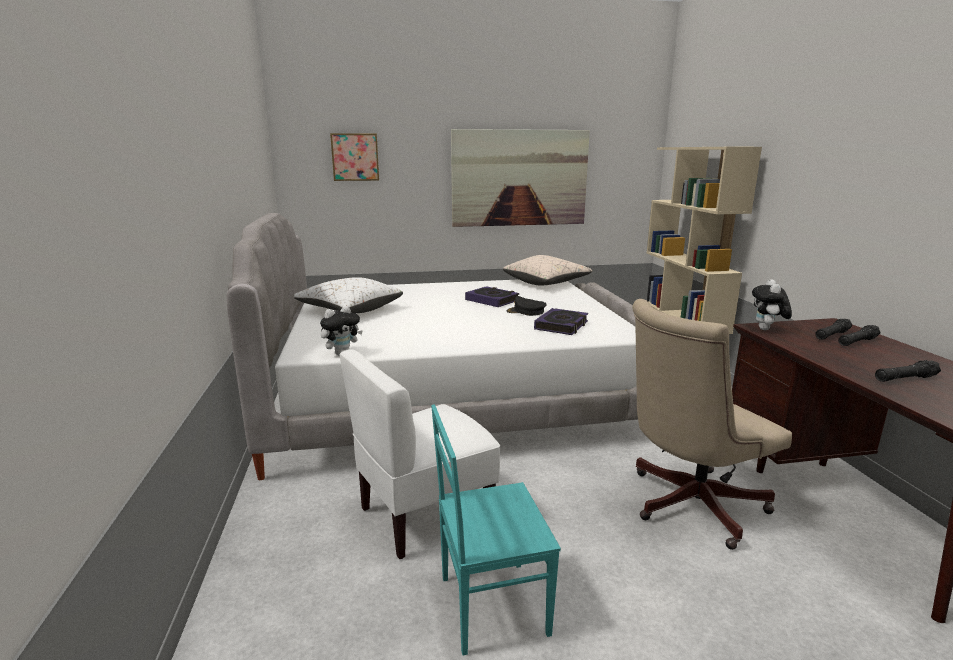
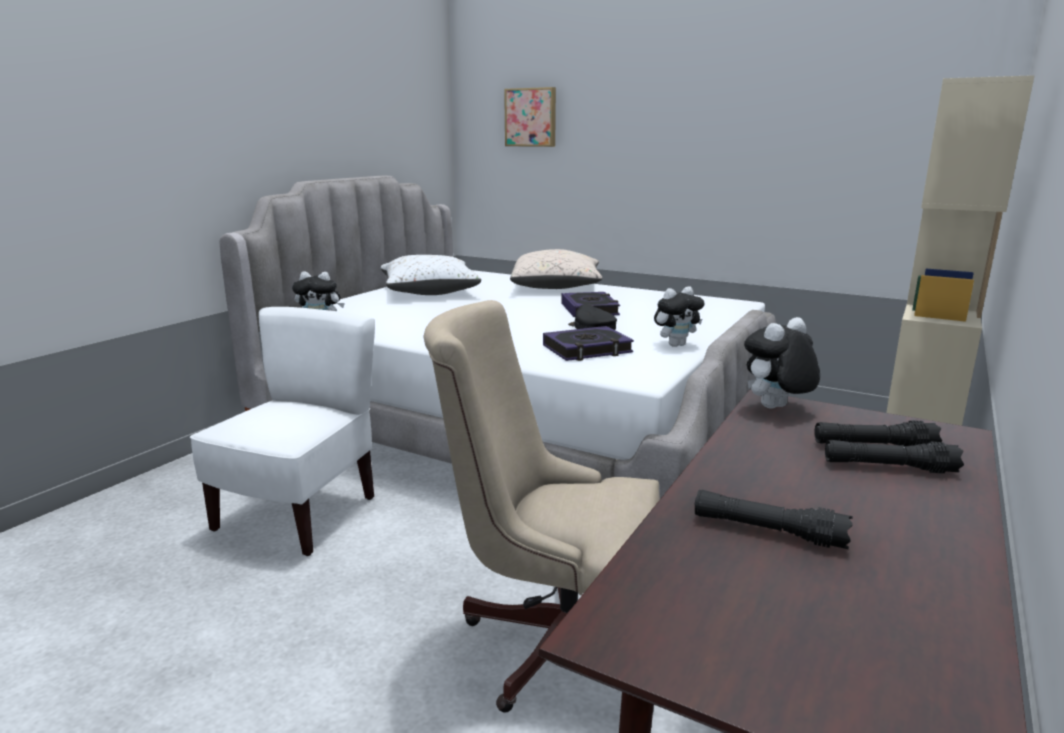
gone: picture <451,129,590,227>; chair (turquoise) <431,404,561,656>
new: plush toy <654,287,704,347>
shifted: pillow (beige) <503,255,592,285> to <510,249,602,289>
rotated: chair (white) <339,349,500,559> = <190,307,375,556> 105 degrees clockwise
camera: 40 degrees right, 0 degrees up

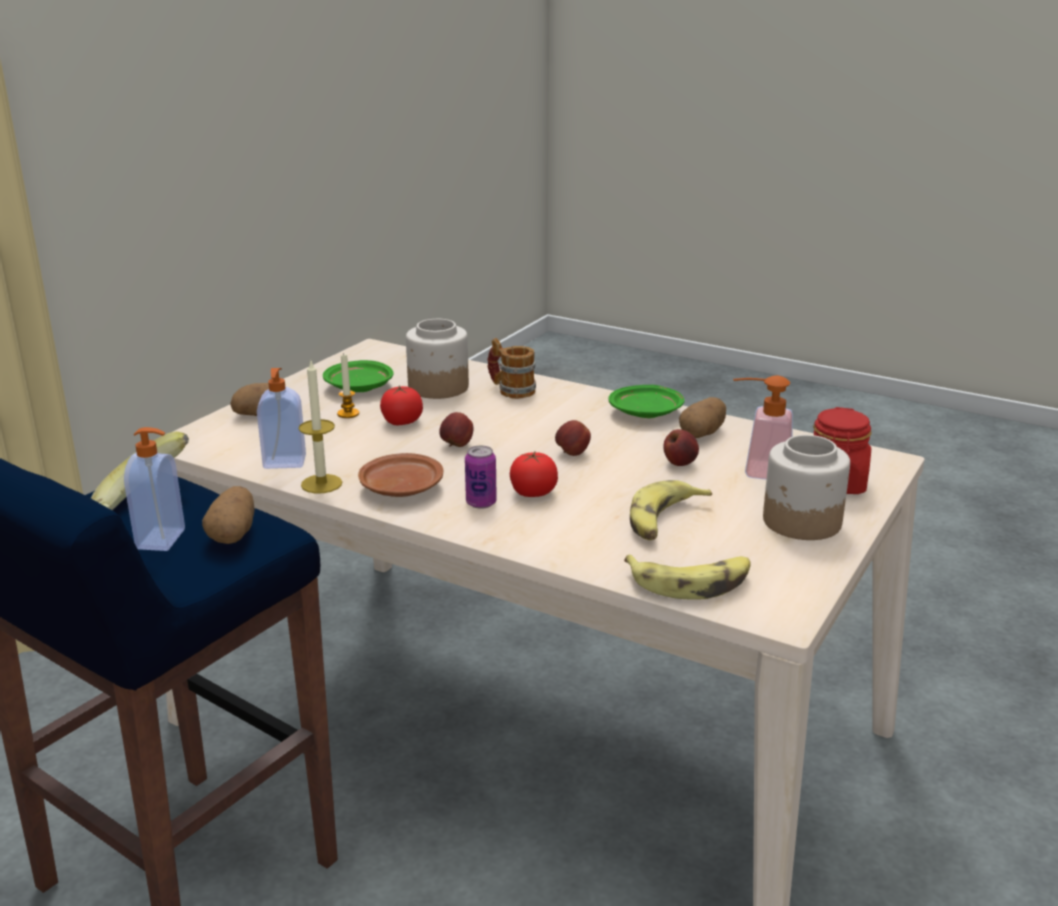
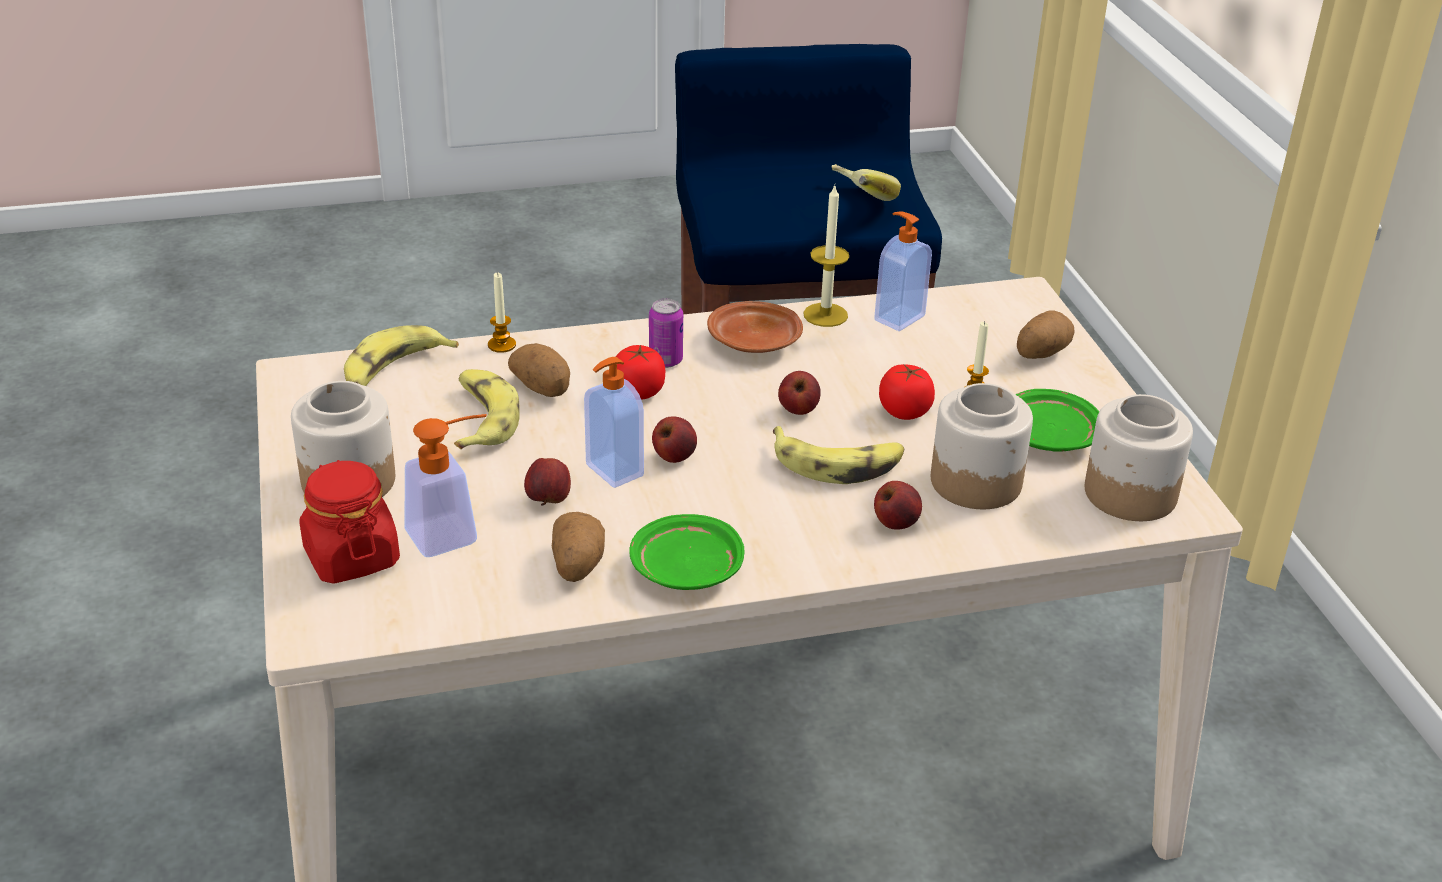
new: candle <488,272,516,353>; jar <1085,394,1193,521>; banana <773,426,904,484>
shifted: soap dispenser <124,427,185,551> to <584,357,644,488>; potato <202,486,255,544> to <508,343,570,397>
swapped: mug <487,338,536,399> to apple <874,481,922,530>
camera: 135 degrees right, 10 degrees up

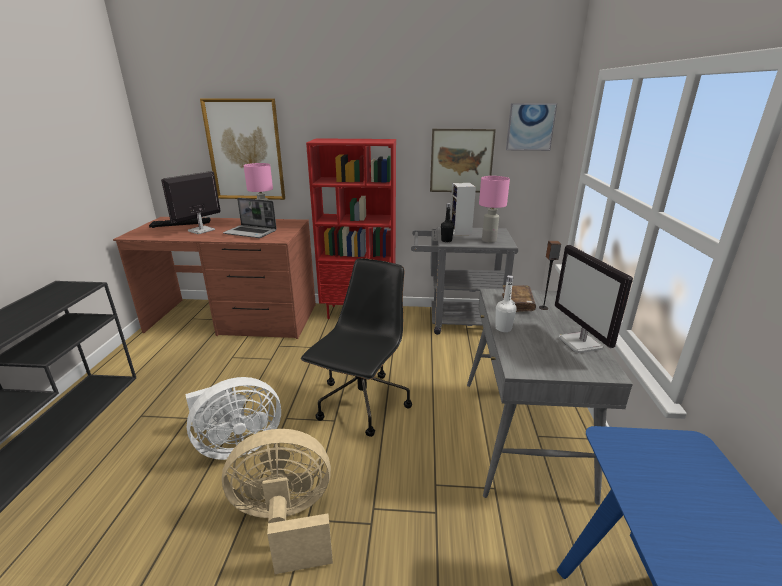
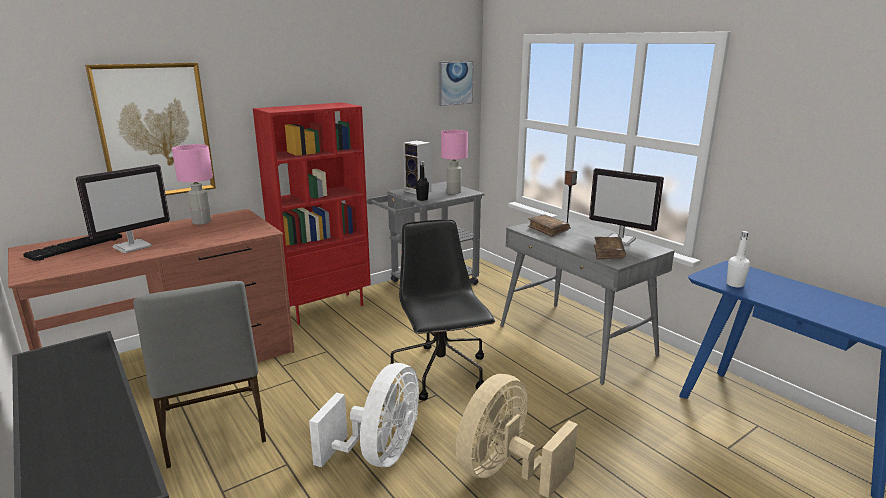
gone: picture <430,129,496,193>; laptop <223,198,277,238>
new: book (brown) <594,237,626,260>; chair (grey) <133,281,266,468>
shifted: bottle (white) <495,275,517,332> to <727,231,750,287>
rotated: monitor <161,171,221,234> = <76,164,170,253> 135 degrees counterclockwise
camera: 40 degrees left, 5 degrees down

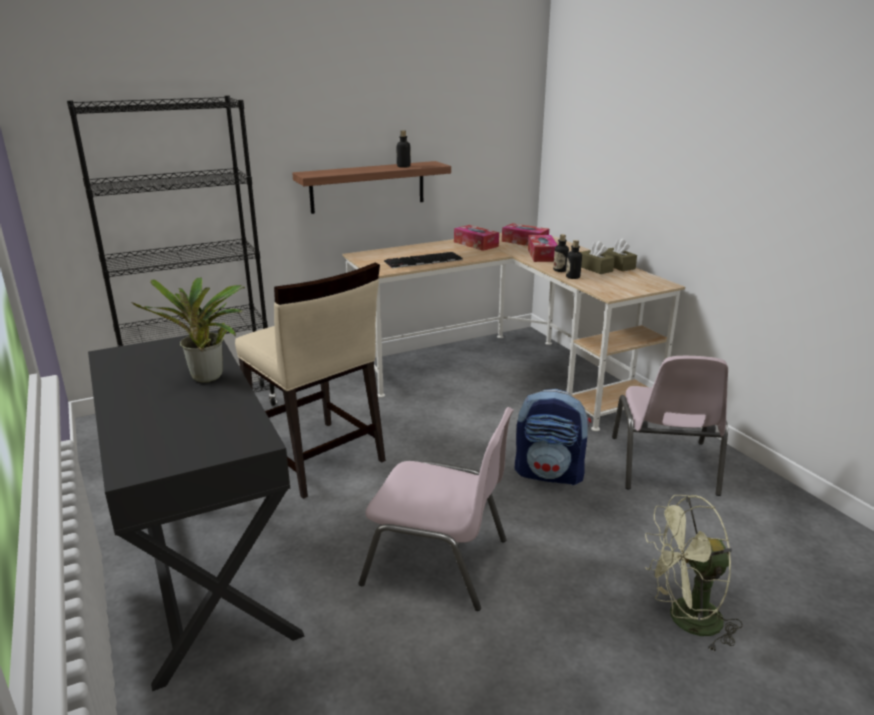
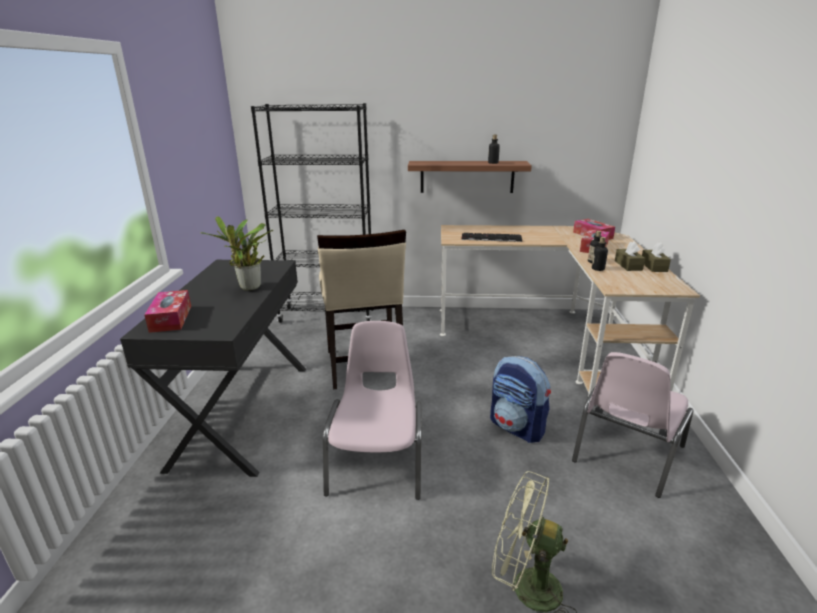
shifted: tissue box <454,225,499,251> to <144,290,191,333>
rotated: chair (pink) <359,407,514,611> = <323,321,422,500> 135 degrees counterclockwise
camera: 30 degrees right, 0 degrees up

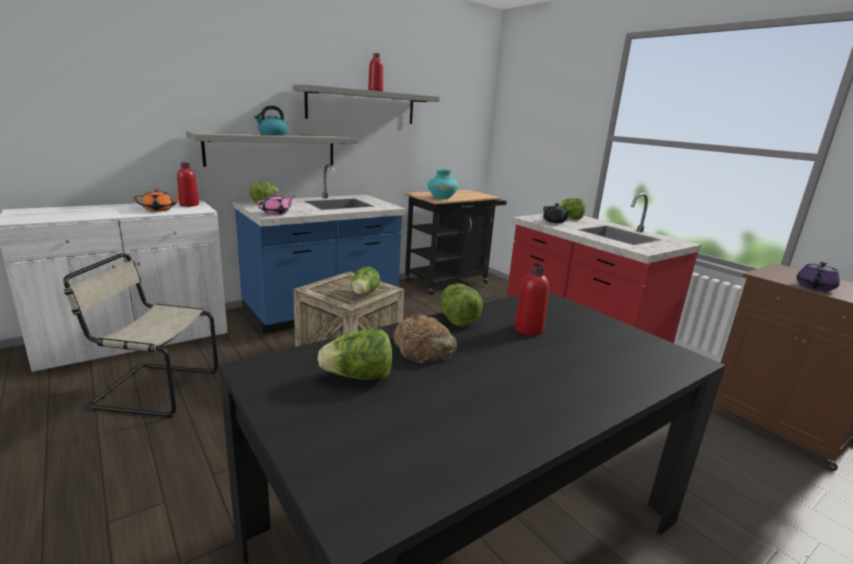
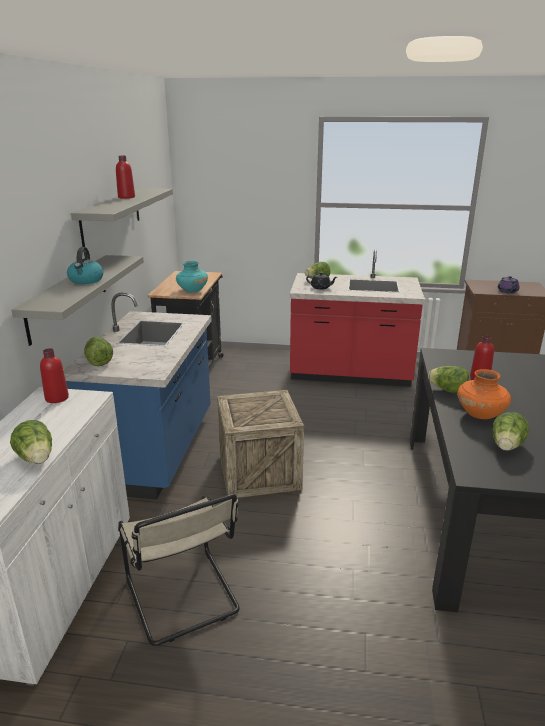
gone: teapot (orange) <133,188,183,212>; teapot (pink) <257,193,295,215>
shifted: lettuce <351,267,380,295> to <10,420,52,464>
swapped: bread <393,313,457,363> to vase (orange) <458,369,511,419>
rotated: chair (beige) <63,253,218,418> = <118,494,240,646> 75 degrees counterclockwise
camera: 45 degrees left, 5 degrees up

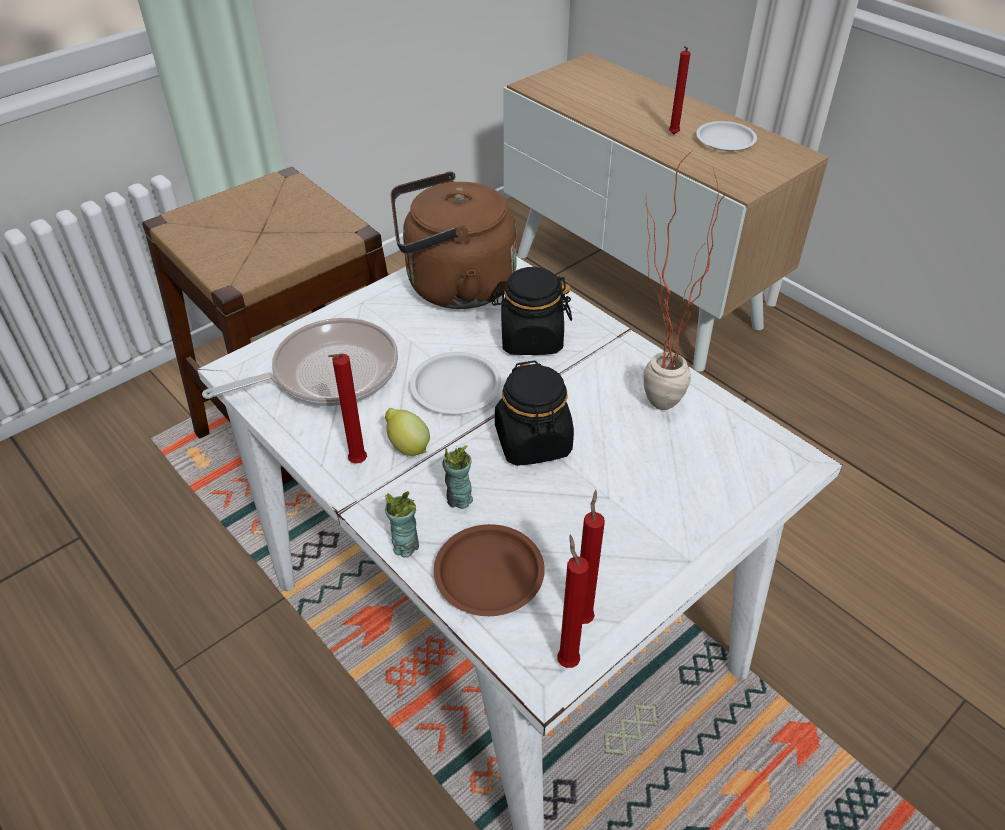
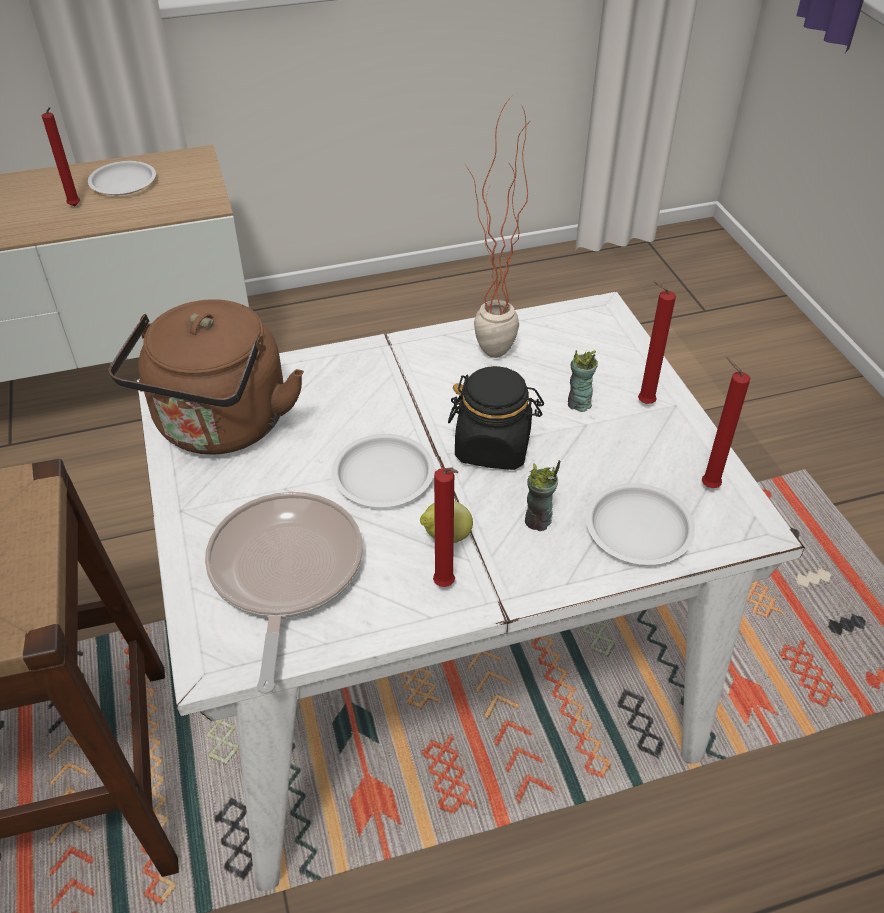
gone: jar (black) <491,267,572,355>
shifted: cup <385,491,419,558> to <568,350,598,412>; candle (red) <557,535,589,668> to <638,281,676,404>
repainted: plate (brown) <434,524,545,616> to plate (white) <586,483,695,565>
camera: 65 degrees left, 0 degrees up

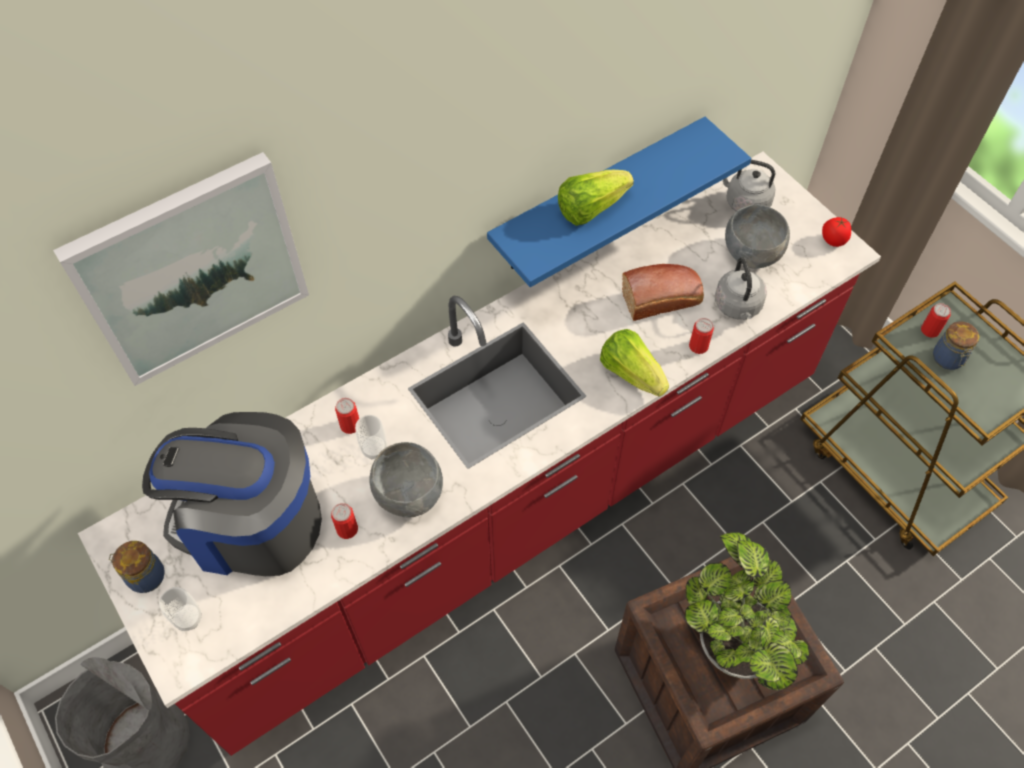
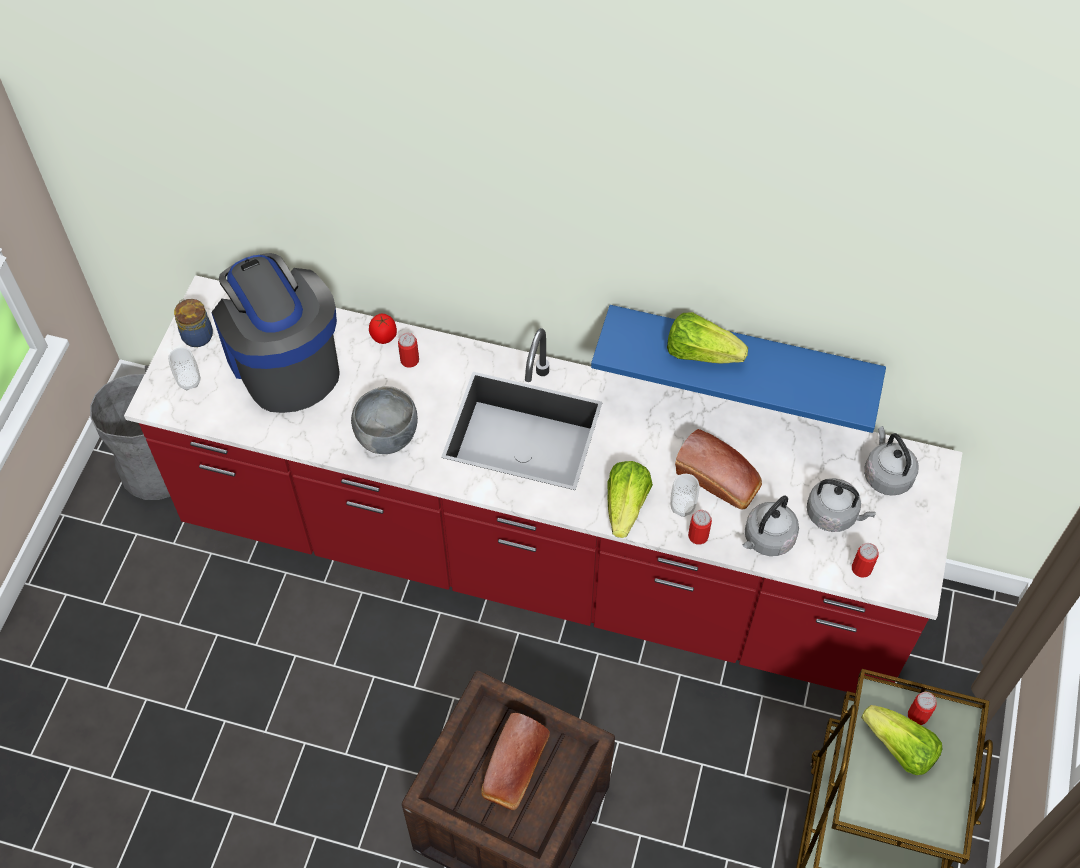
gone: picture <53,152,309,386>
shifted: tomato <822,217,851,247> to <369,314,397,344>; cup <355,415,387,459> to <670,474,699,517>; can <331,503,358,539> to <852,543,879,578>
swapped: bowl (grey) <725,204,790,269> to kettle (grey) <807,478,876,532>; jar <933,321,979,370> to lettuce <861,705,942,775>; potted plant <685,533,810,690> to bread <481,713,550,810>
camera: 50 degrees right, 0 degrees up

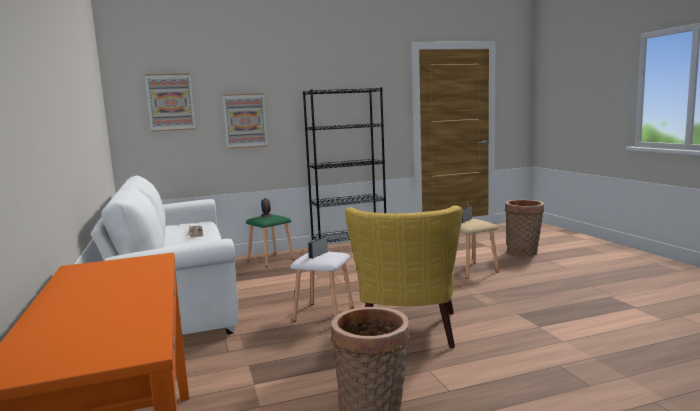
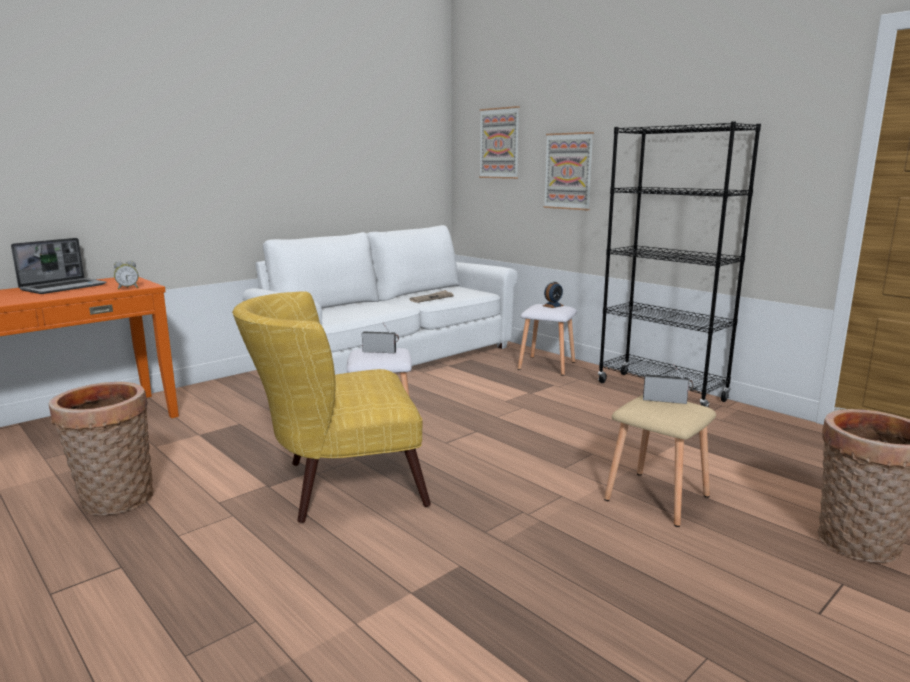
new: laptop <11,238,107,294>; alarm clock <114,261,139,290>
repainted: stool (green) <246,214,295,267> to stool (white) <518,304,577,376>
camera: 65 degrees right, 5 degrees up

